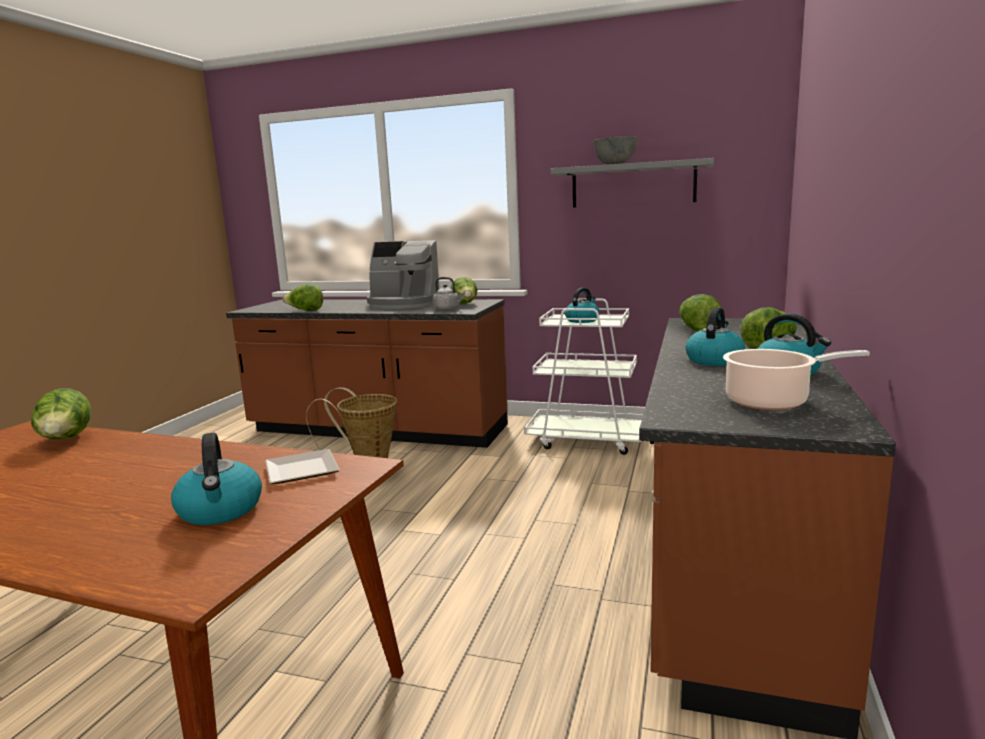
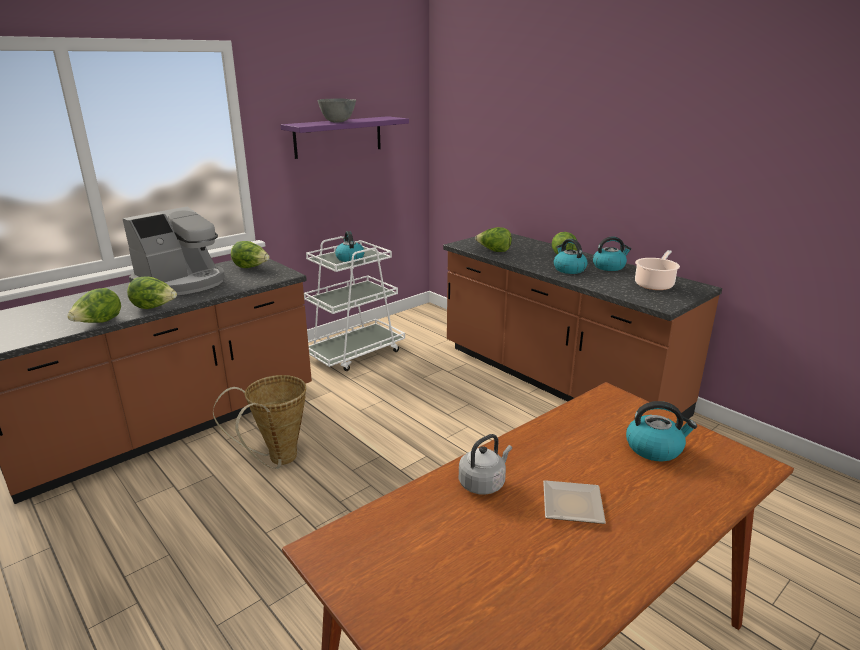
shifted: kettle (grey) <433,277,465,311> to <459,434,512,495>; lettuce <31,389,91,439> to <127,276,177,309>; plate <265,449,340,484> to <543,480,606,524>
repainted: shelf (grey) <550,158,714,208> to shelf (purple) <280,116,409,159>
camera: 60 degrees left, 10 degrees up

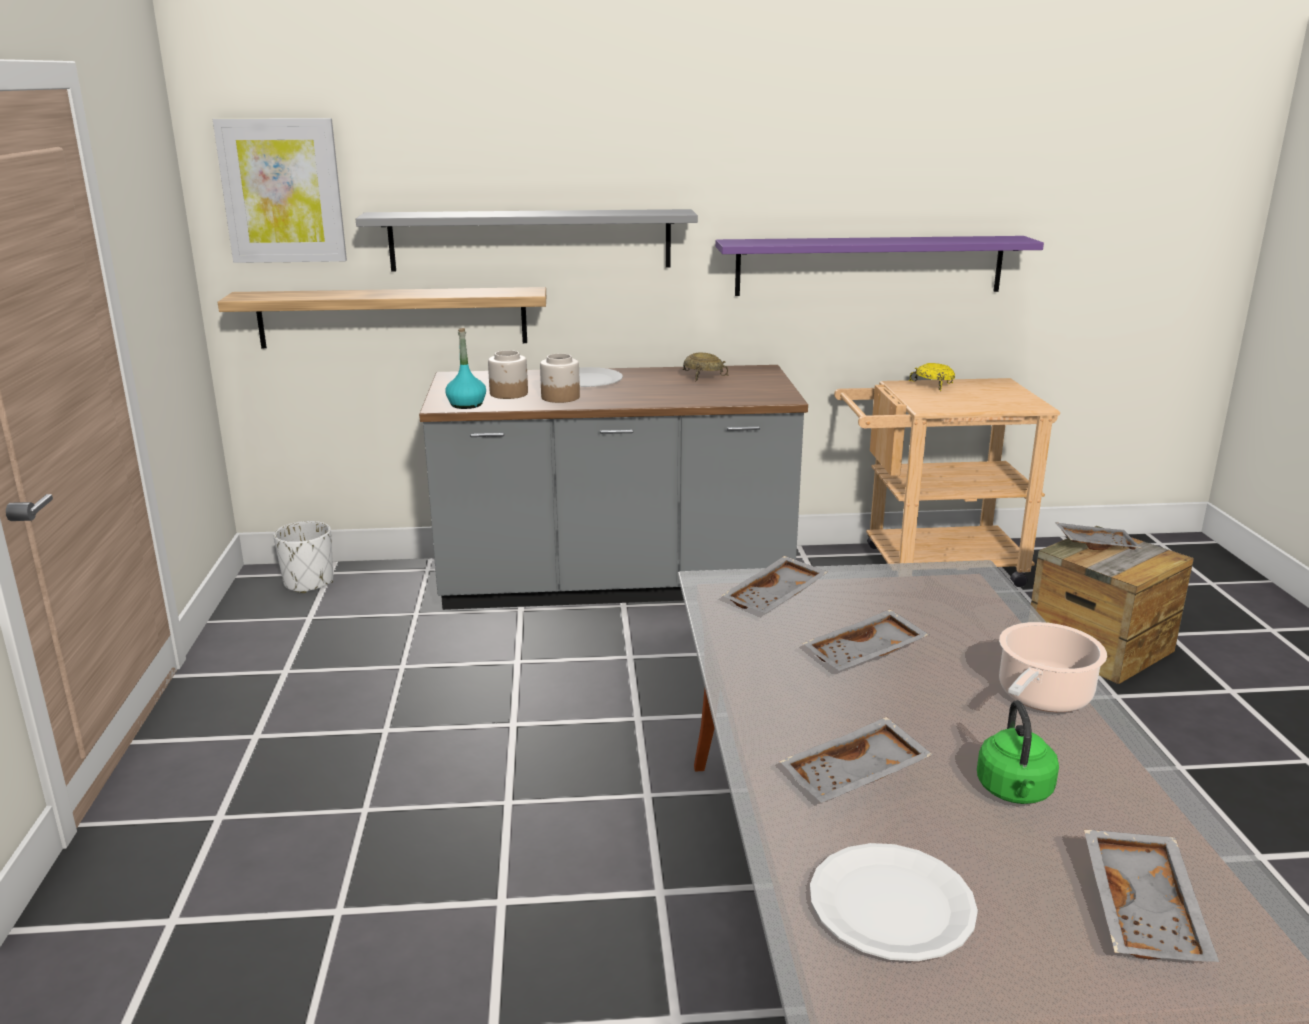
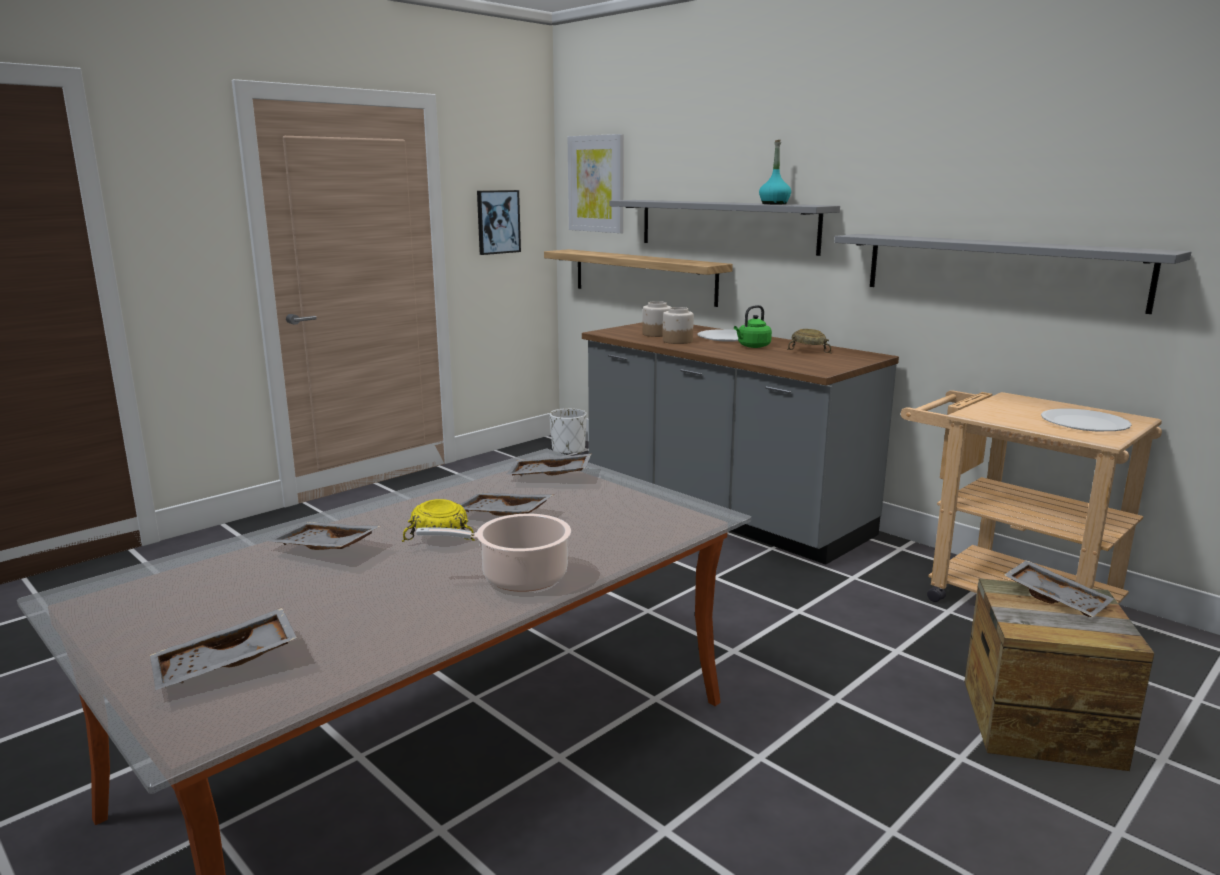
new: picture <477,190,521,255>
shifted: bottle (turquoise) <445,328,486,409> to <759,140,791,204>; bowl (yellow) <909,363,955,391> to <402,499,474,542>; kettle (green) <977,700,1059,804> to <734,305,772,348>; plate (white) <810,843,978,961> to <1041,409,1132,431>
repainted: shelf (purple) <715,236,1044,296> to shelf (grey) <834,234,1191,314>
camera: 50 degrees right, 5 degrees down

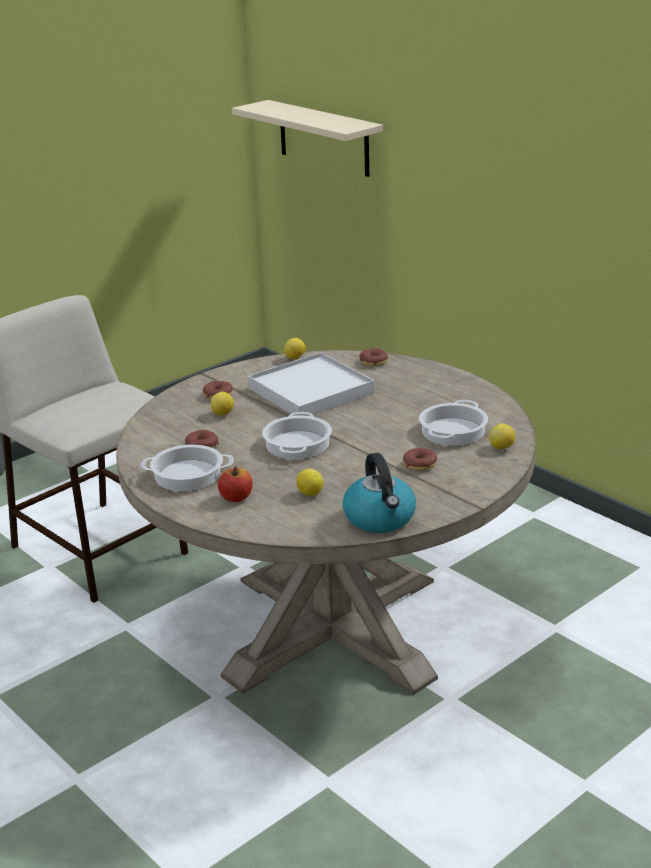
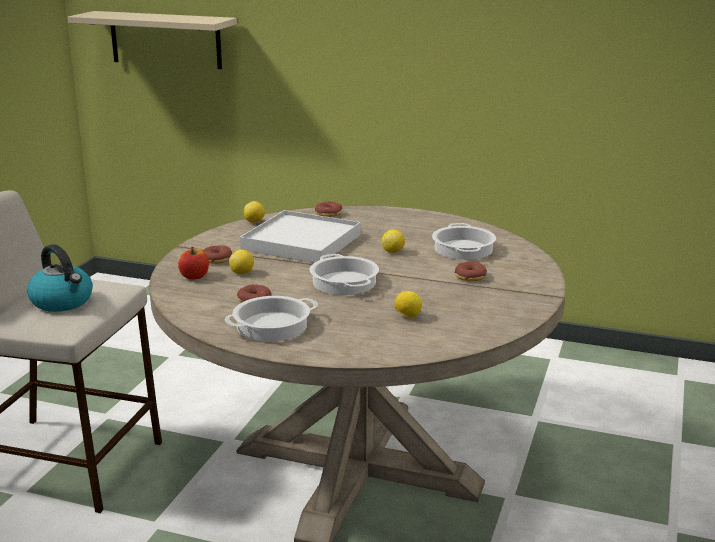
shifted: lemon <489,424,515,450> to <381,230,405,253>; kettle <342,453,416,533> to <27,244,93,312>; apple <218,467,253,502> to <178,247,209,280>
camera: 30 degrees left, 5 degrees down

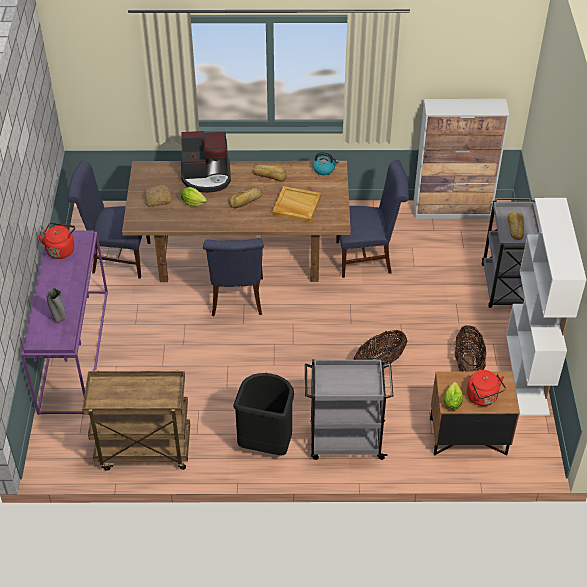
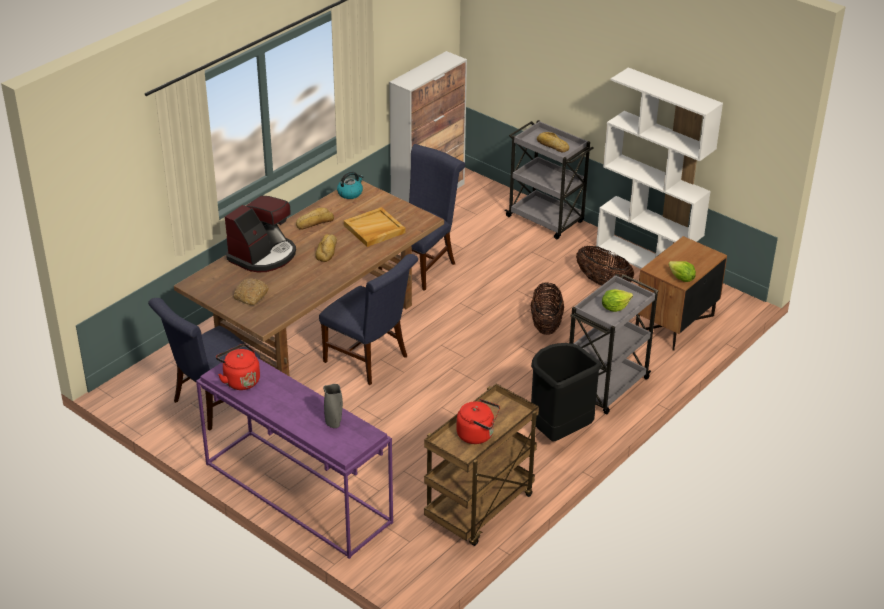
shifted: lettuce <181,187,207,206> to <602,289,633,312>; kettle (red) <467,370,506,406> to <456,399,500,444>
camera: 50 degrees left, 10 degrees down

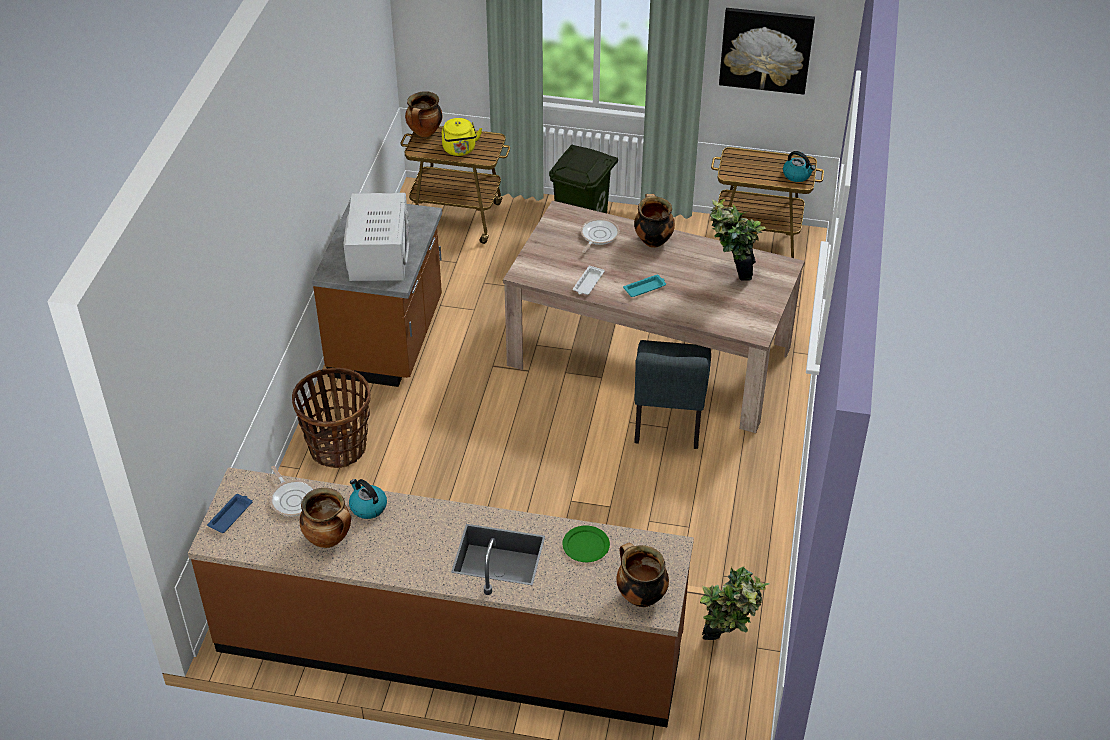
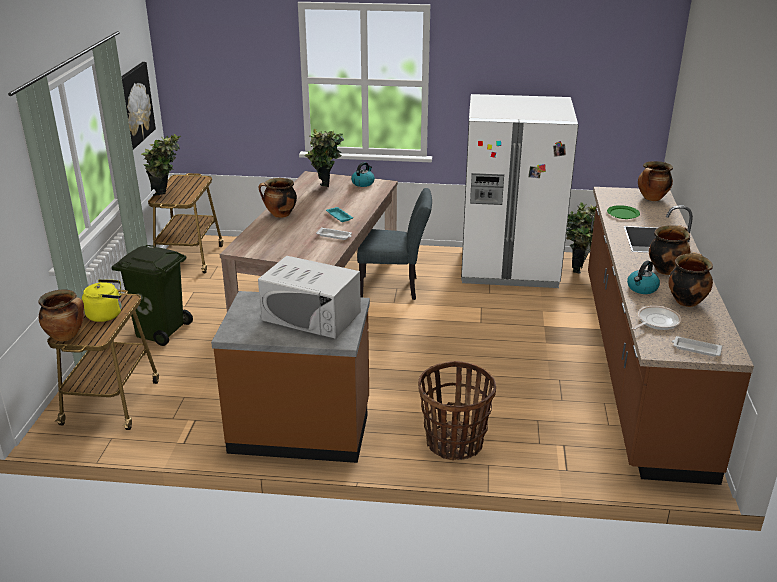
gone: frying pan <581,218,620,253>
new: fridge (white) <461,94,578,288>; potted plant <141,134,181,196>; cooking pot <649,225,690,275>
shifted: kettle <783,151,816,182> to <351,162,375,187>
repainted: tray (blue) <207,494,252,533> to tray (white) <672,336,722,357>
rotated: microwave (white) <343,193,410,281> = <258,256,361,339> 150 degrees counterclockwise
camera: 95 degrees left, 15 degrees down

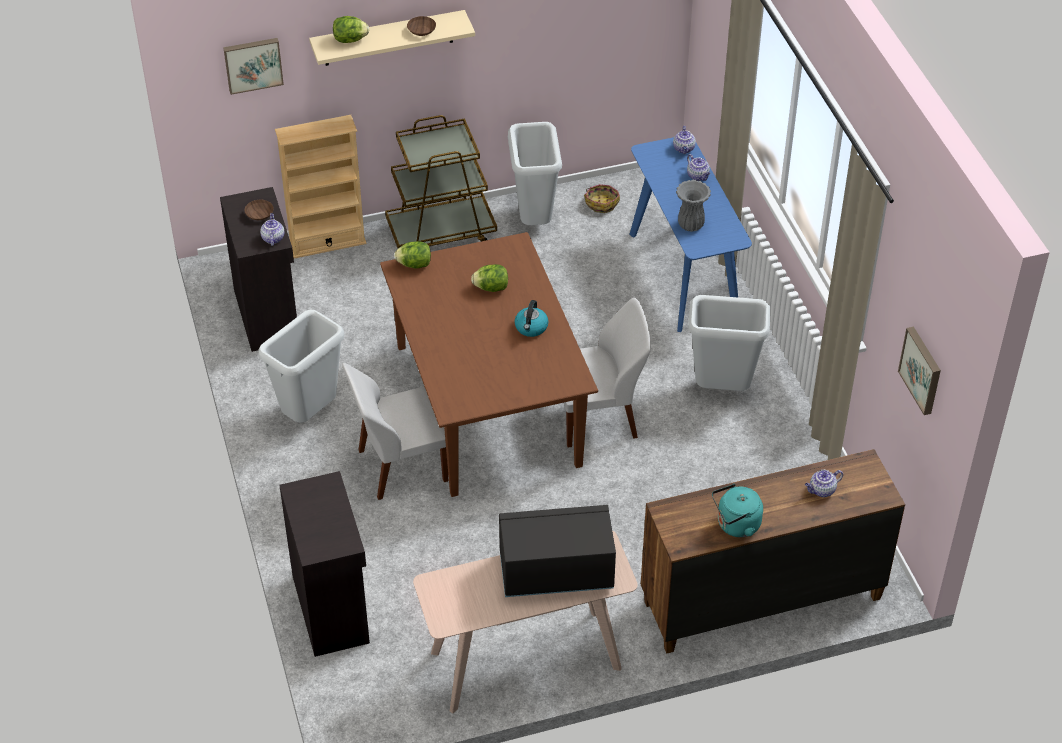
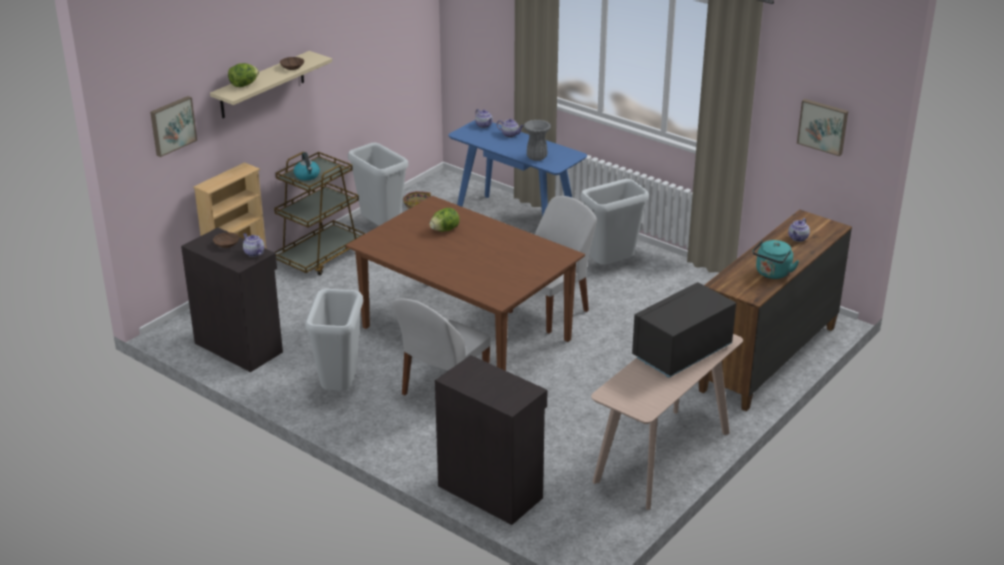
gone: lettuce <394,241,431,269>
shifted: kettle <515,300,549,337> to <293,152,320,180>
camera: 35 degrees left, 15 degrees down

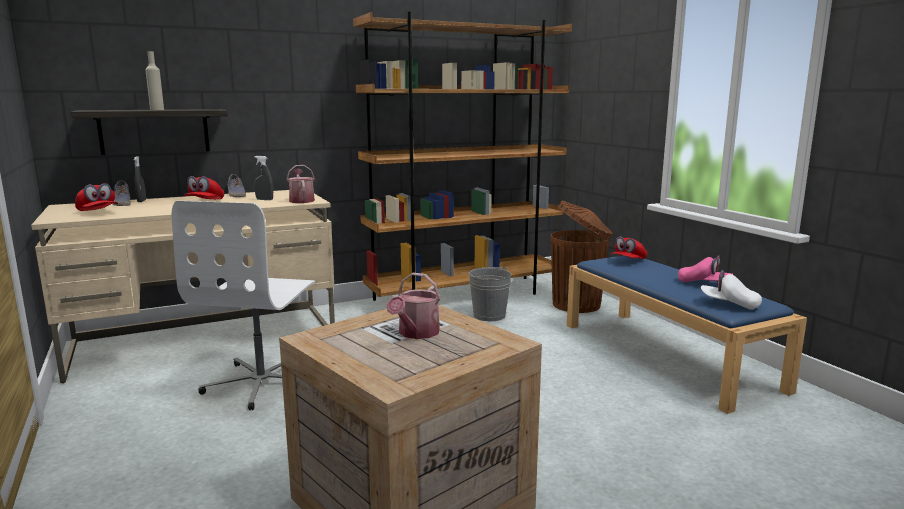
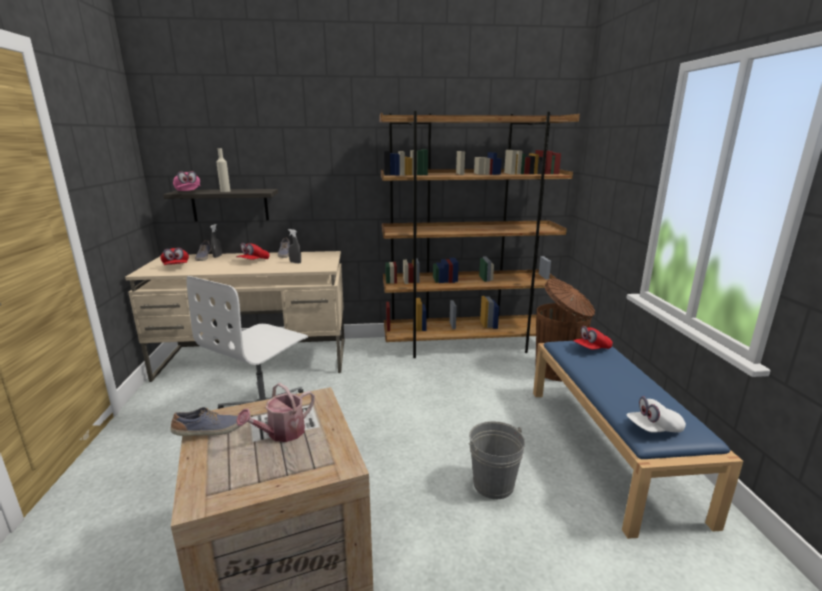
gone: watering can <287,165,315,203>
new: shoe <170,407,241,436>
shifted: cap (pink) <678,255,733,282> to <173,171,201,191>; bucket (grey) <469,266,512,321> to <468,421,525,499>
rotated: cap (white) <701,270,762,310> = <626,396,686,433> 60 degrees counterclockwise
camera: 20 degrees right, 5 degrees up

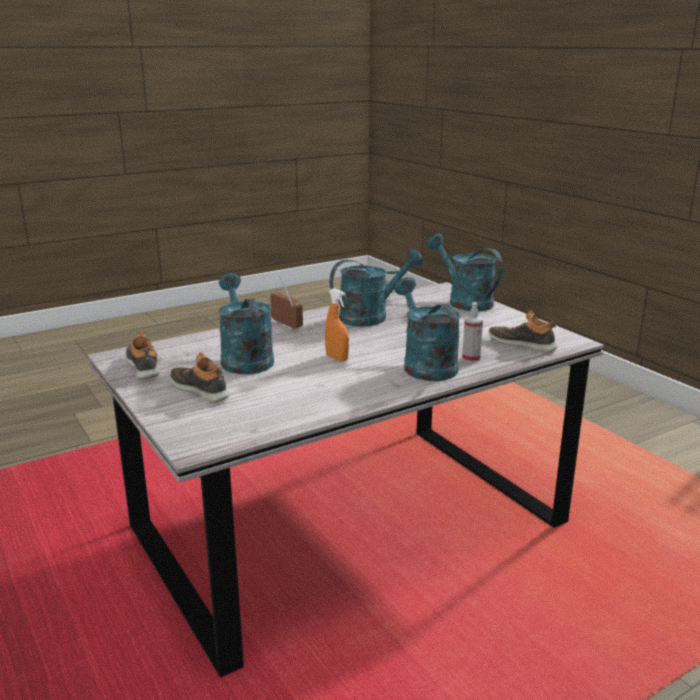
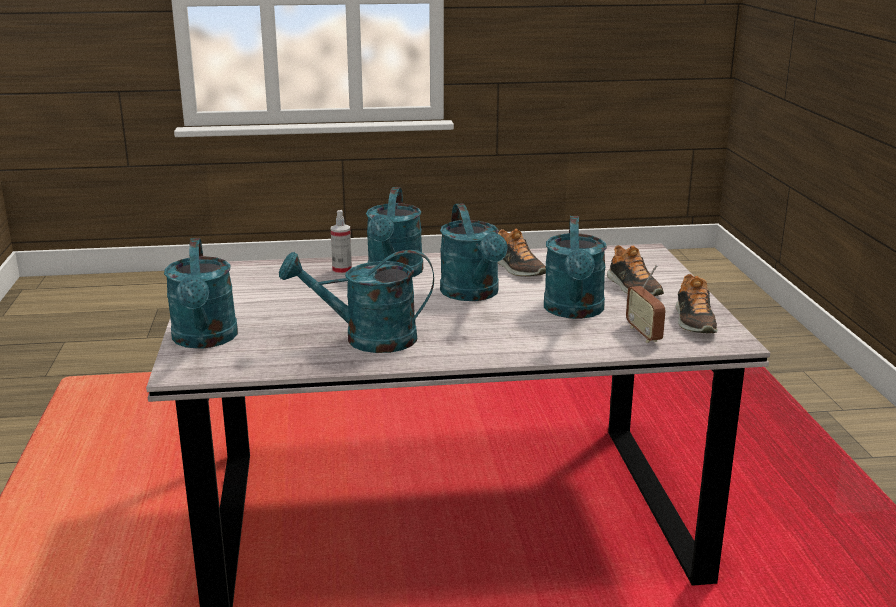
shifted: radio <270,276,303,331> to <626,264,666,343>; shoe <489,310,558,352> to <498,229,546,276>
swapped: spray bottle (orange) <325,288,349,362> to watering can (turquoise) <440,203,508,301>
camera: 155 degrees left, 0 degrees up

